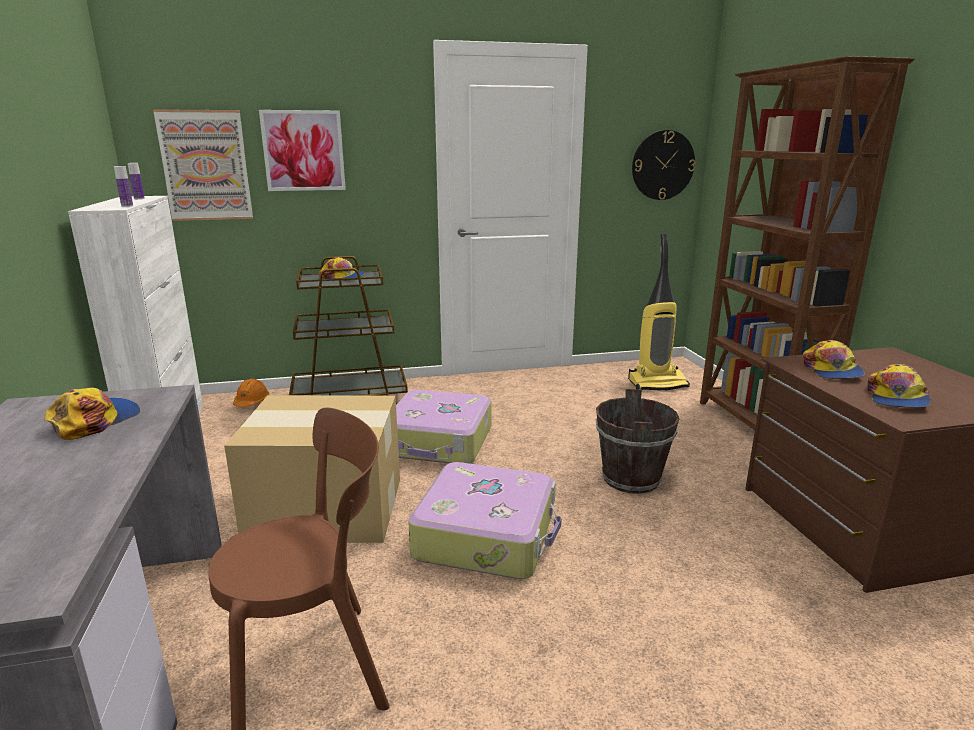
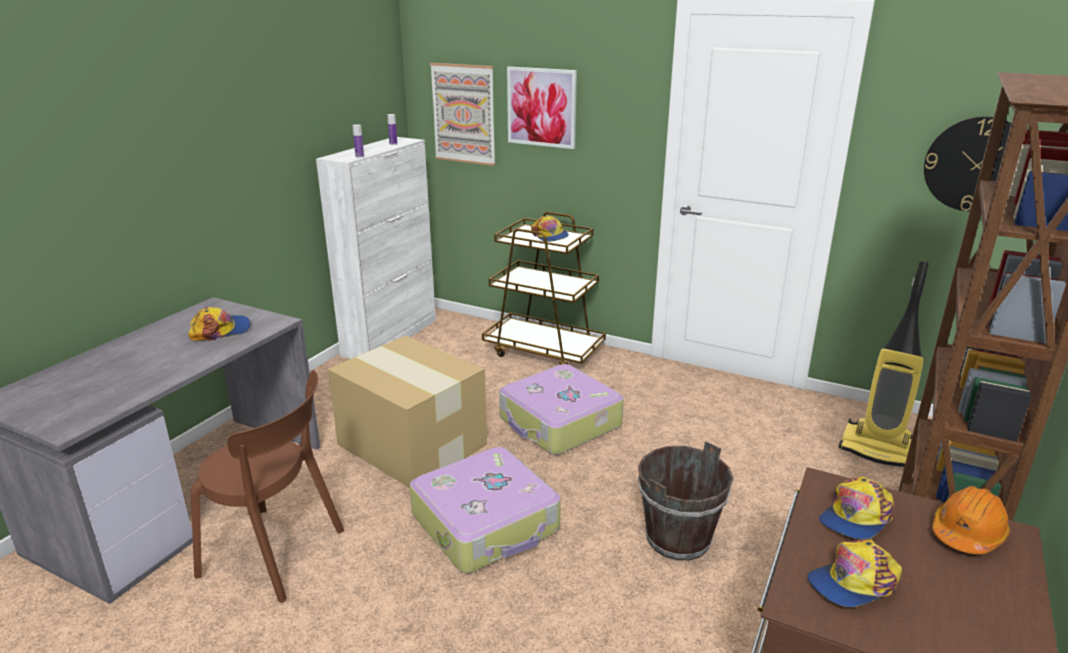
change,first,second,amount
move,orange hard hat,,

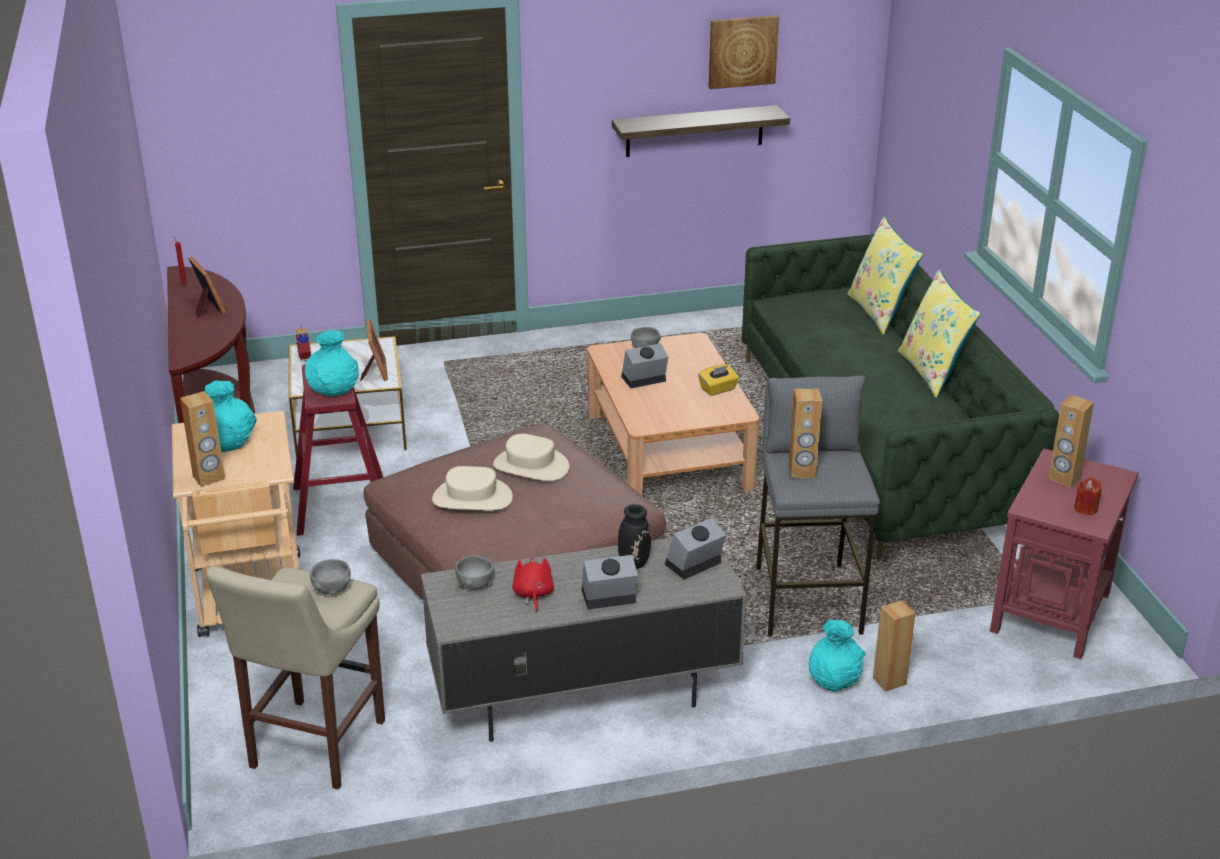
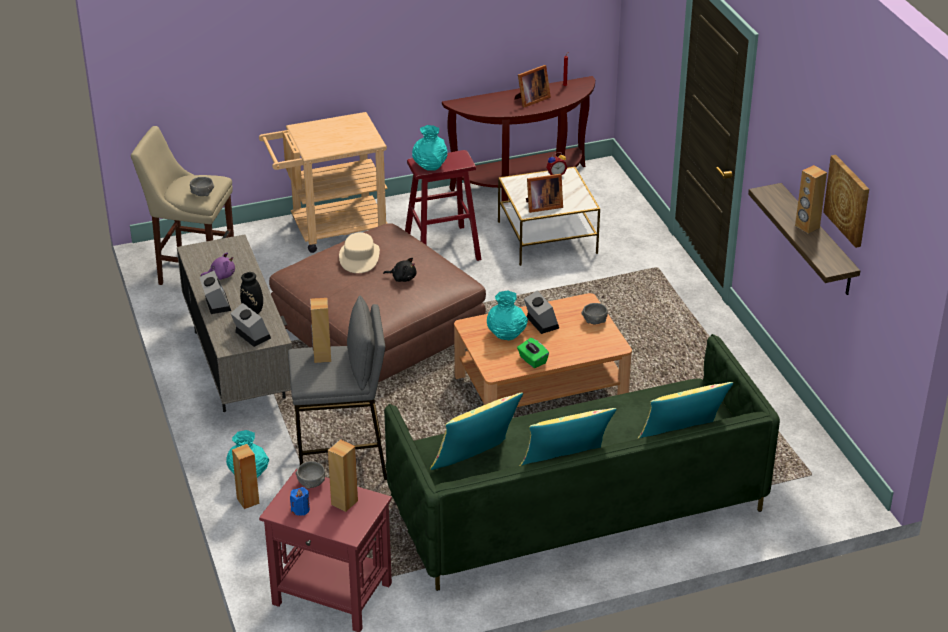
change,first,second,amount
move,brown speaker (1st from left in the first image),brown speaker (4th from left),
move,turquoise vase (1st from left in the first image),turquoise vase (3rd from left),
move,grey bowl (2nd from left),,
replace,beige hat (2nd from left),black plush toy,
recolor,red plush toy,purple plush toy,
recolor,yellow tissue box,green tissue box,
recolor,red candle (2nd from left),blue candle,
insert,,yellow pillow (1st from left),

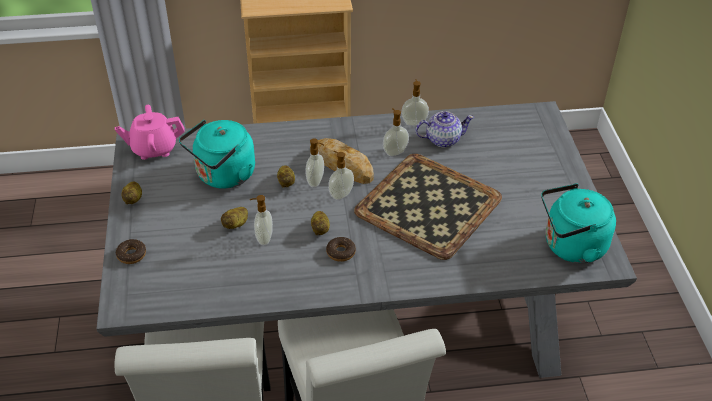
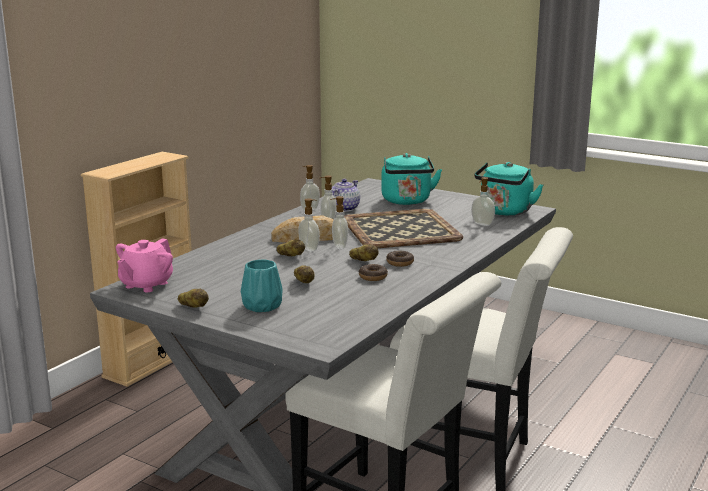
change,first,second,amount
move,donut (1st from left),,
move,turquoise kettle (1st from left),,
move,soap dispenser (1st from left in the first image),soap dispenser (5th from left),
insert,,turquoise vase,

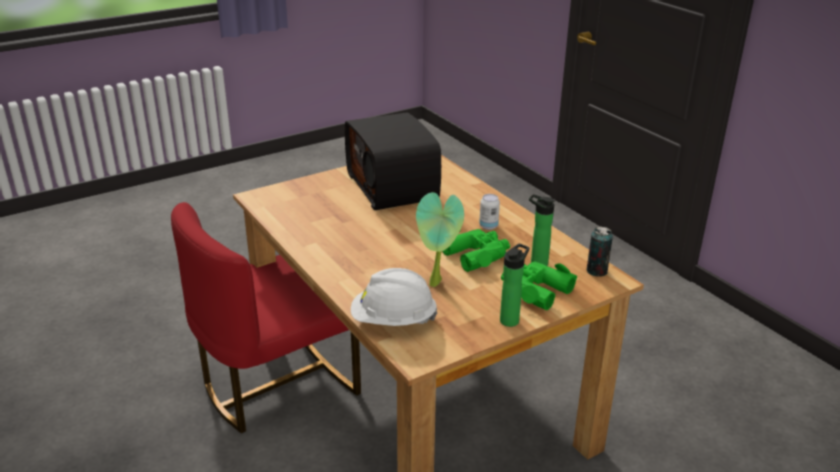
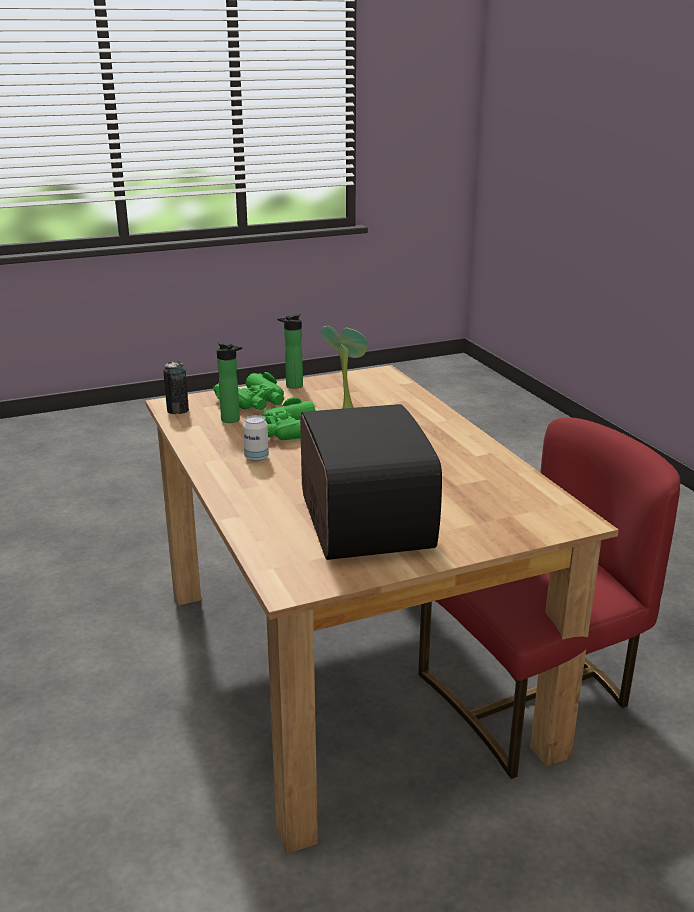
change,first,second,amount
delete,white hard hat,,

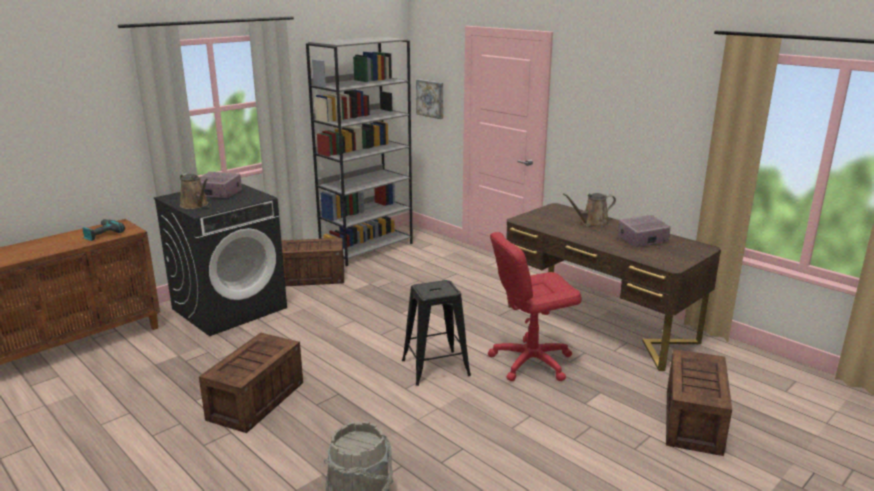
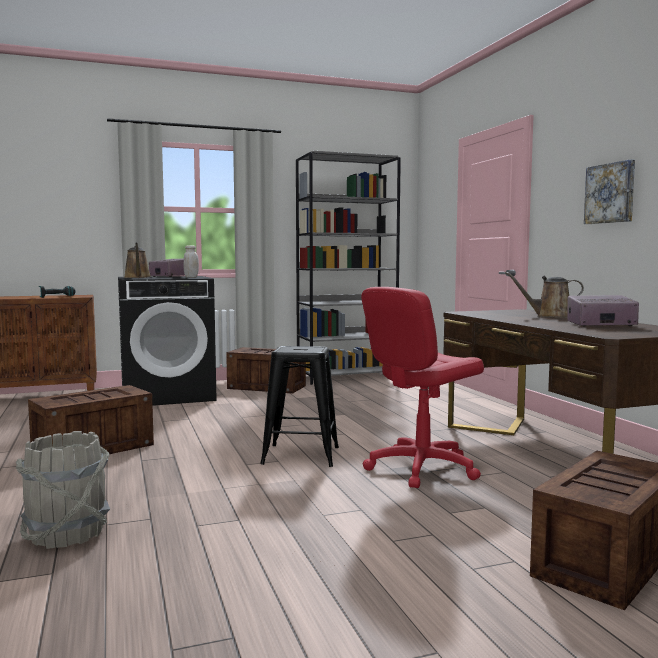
change,first,second,amount
move,picture,,
rotate,red office chair,,45 degrees counterclockwise
insert,,white jar,

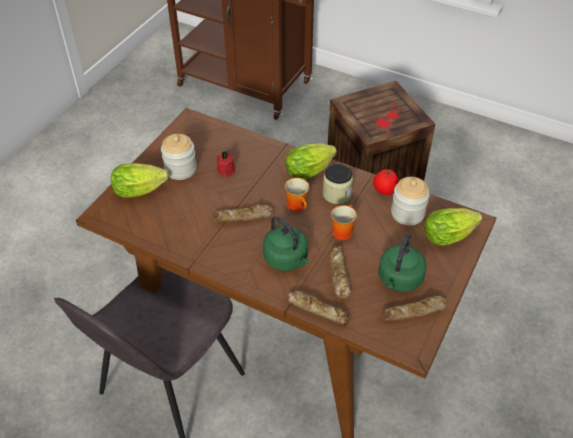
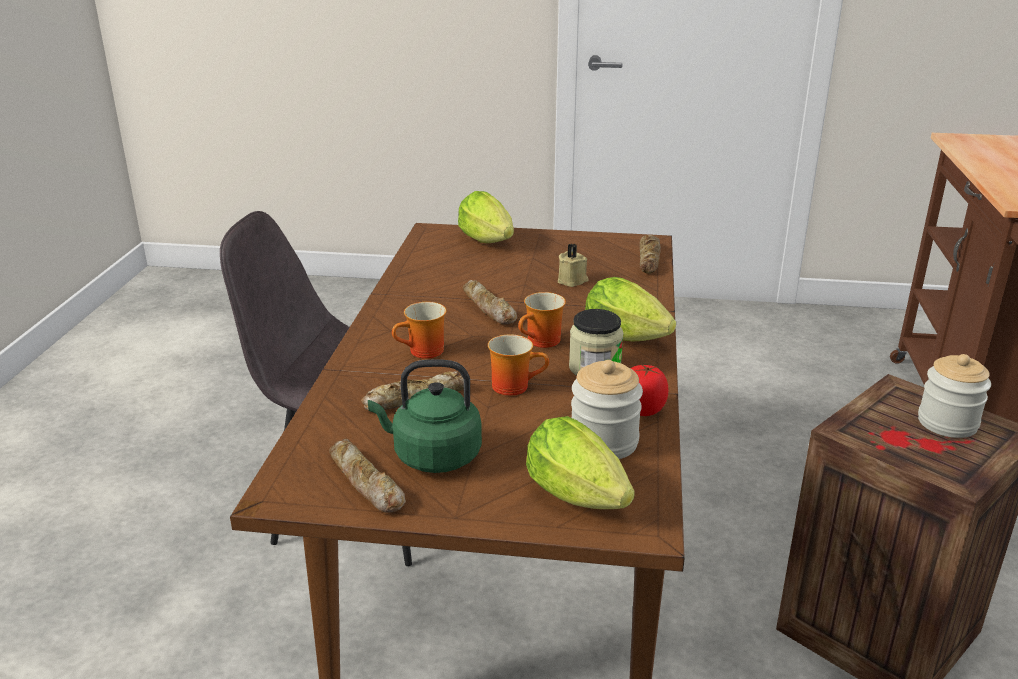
change,first,second,amount
move,jar (1st from left in the first image),jar (3rd from left),
recolor,red candle,beige candle,
replace,green kettle (1st from left),mug (1st from left),
move,bread (2nd from left in the first image),bread (4th from left),

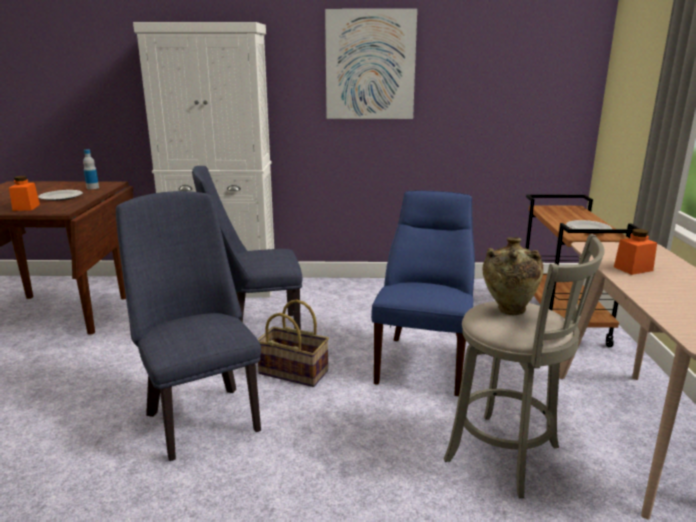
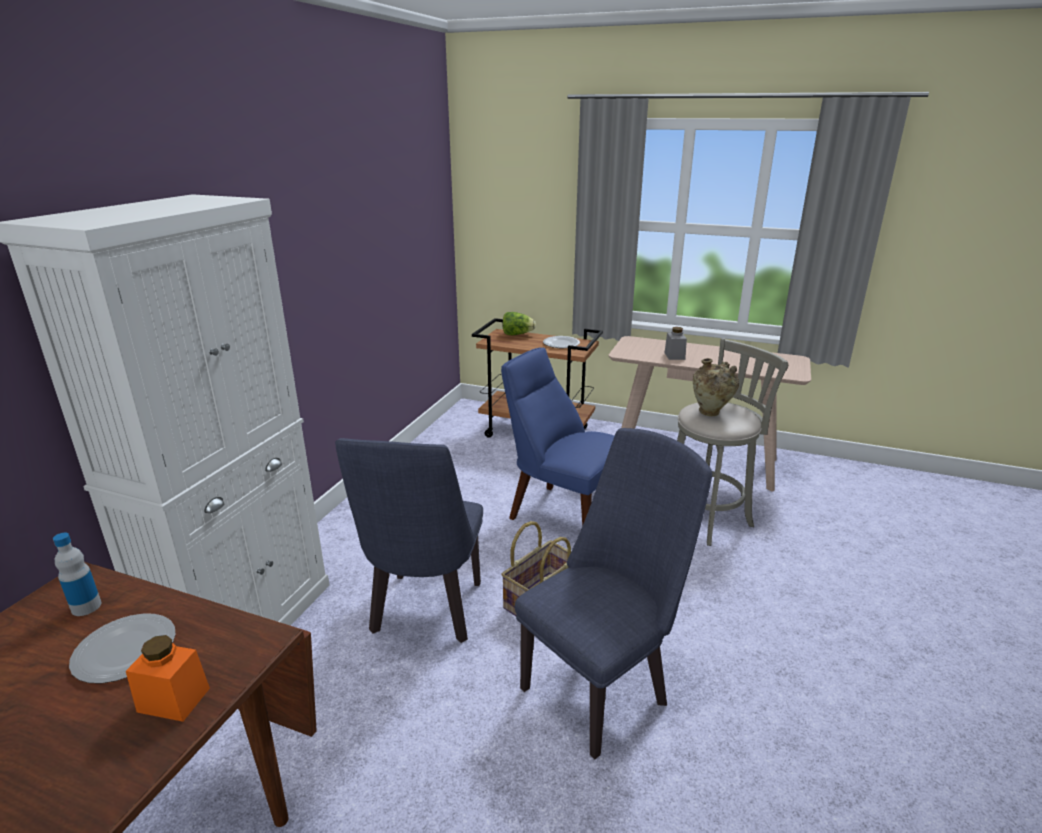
change,first,second,amount
rotate,blue chair (1st from left in the first image),blue chair (3rd from left),150 degrees clockwise
delete,picture,,
recolor,orange jar (2nd from left),grey jar,
insert,,lettuce,

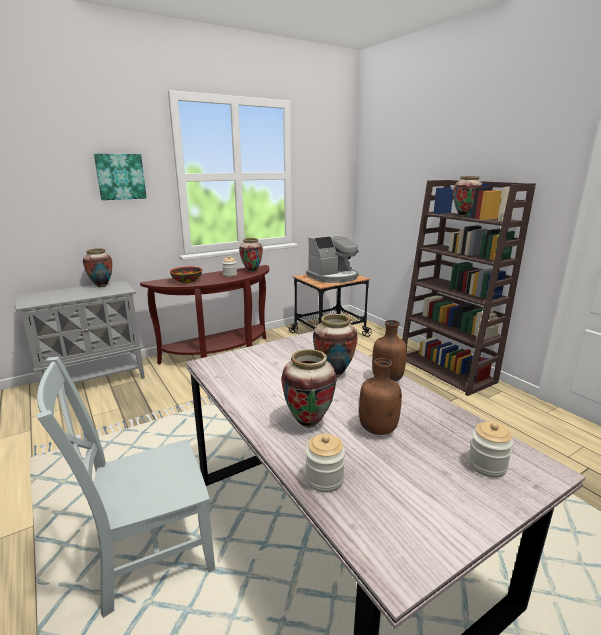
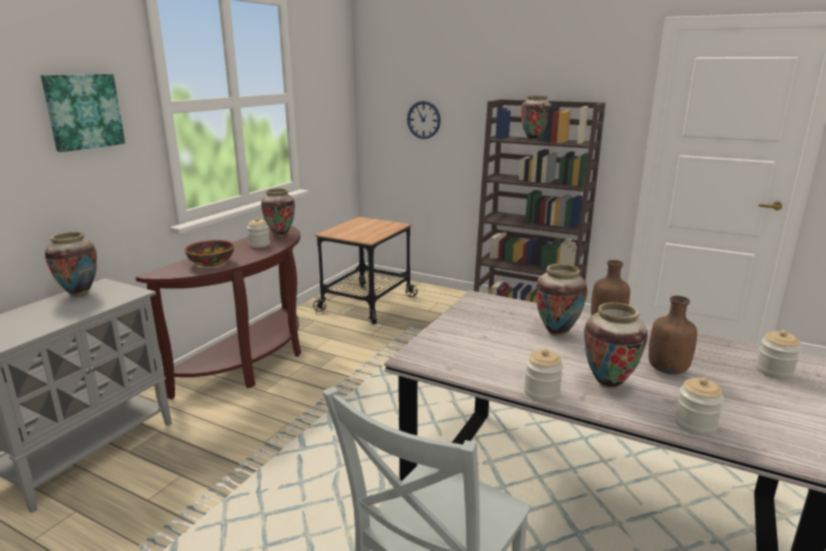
change,first,second,amount
delete,coffee machine,,
insert,,wall clock,
insert,,jar (2nd from left),

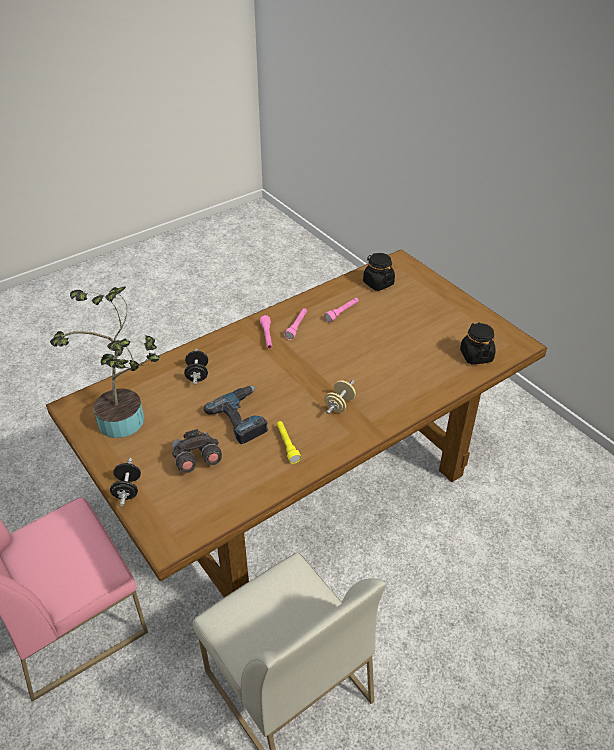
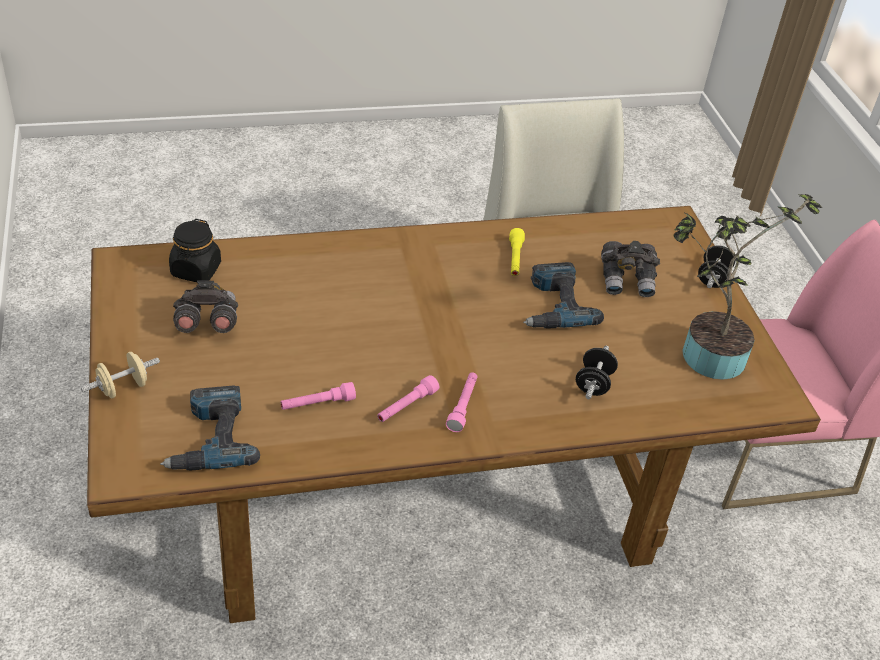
change,first,second,amount
move,beige dumbbell,,
replace,black jar (1st from left),power drill (1st from left),
insert,,grey binoculars (1st from left),

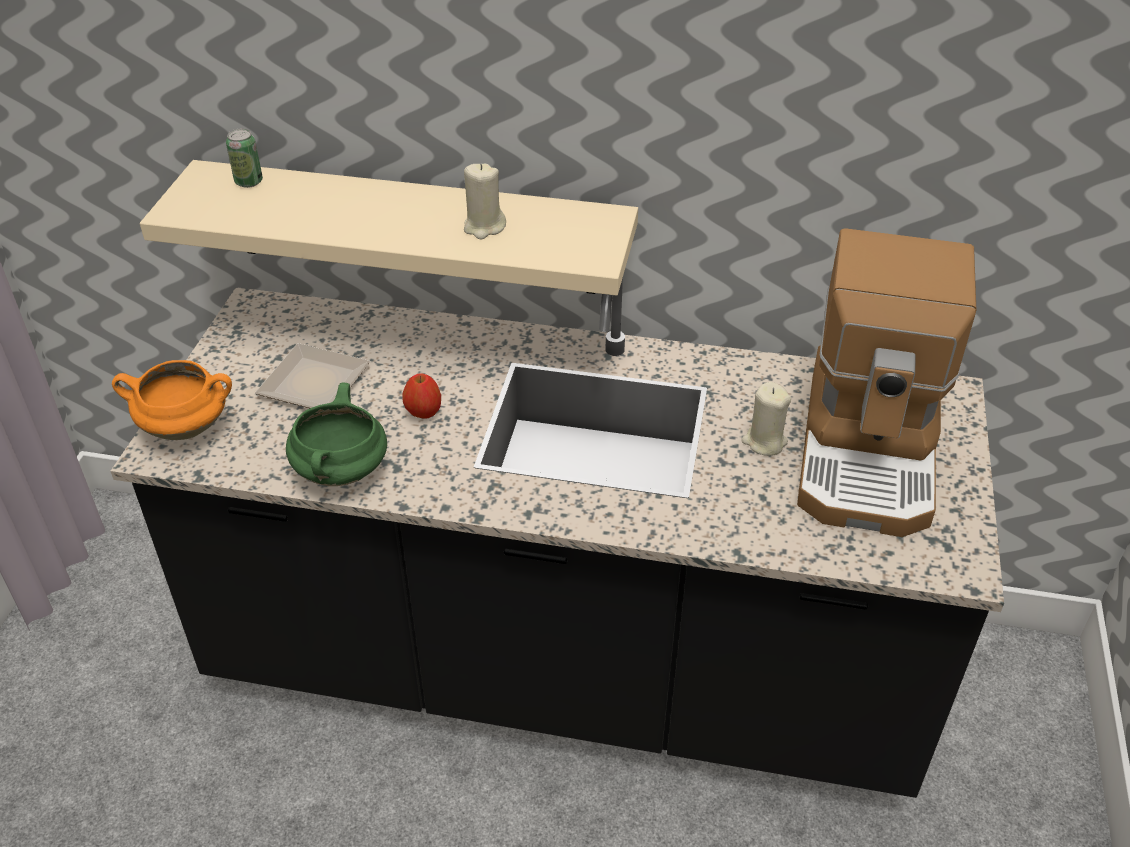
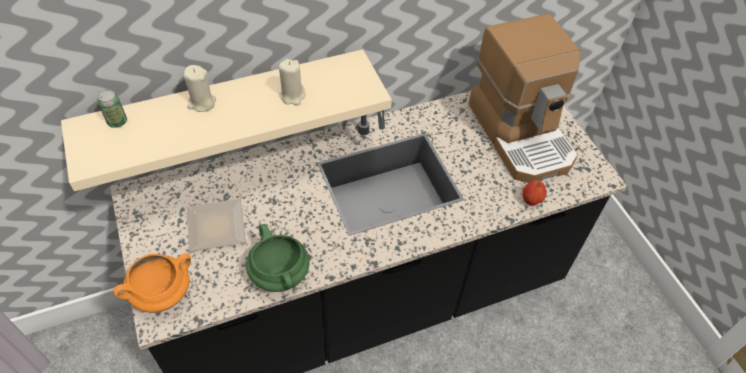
change,first,second,amount
move,apple,,
move,beige candle (2nd from left in the first image),beige candle (1st from left),

